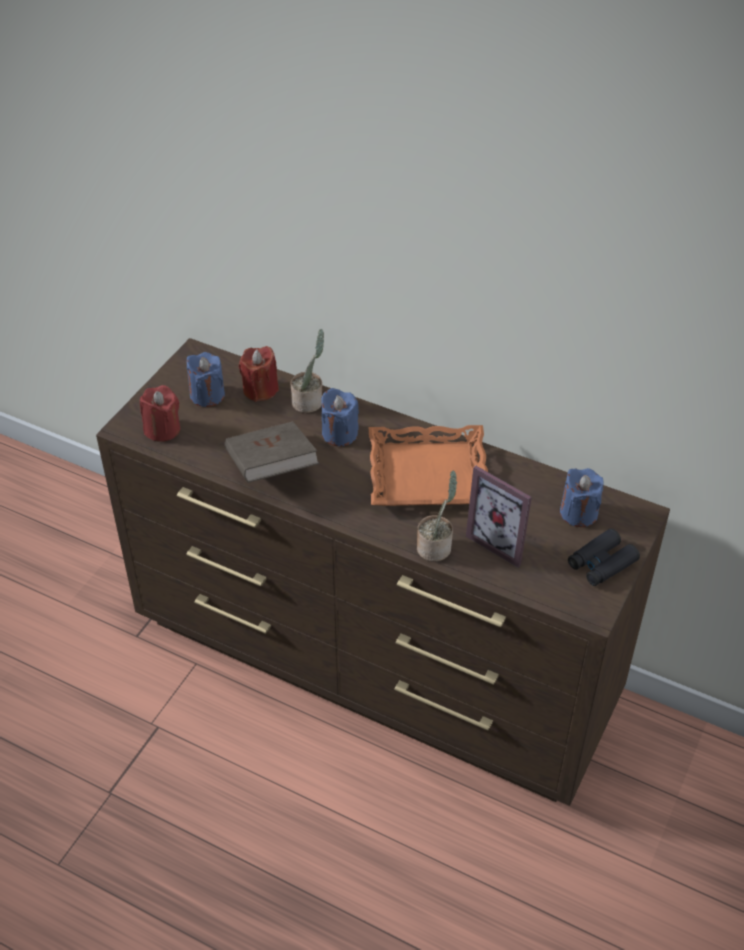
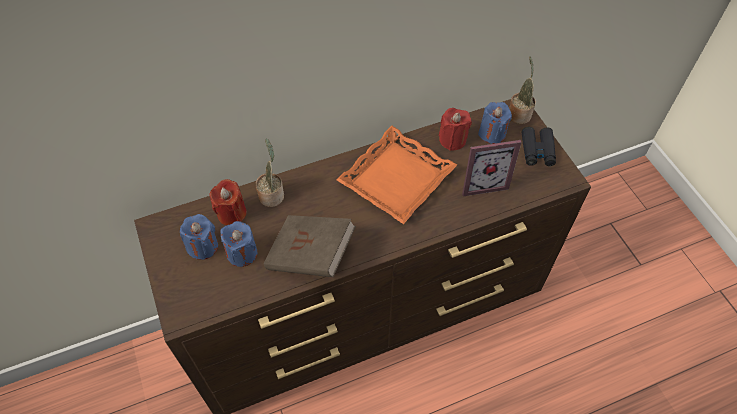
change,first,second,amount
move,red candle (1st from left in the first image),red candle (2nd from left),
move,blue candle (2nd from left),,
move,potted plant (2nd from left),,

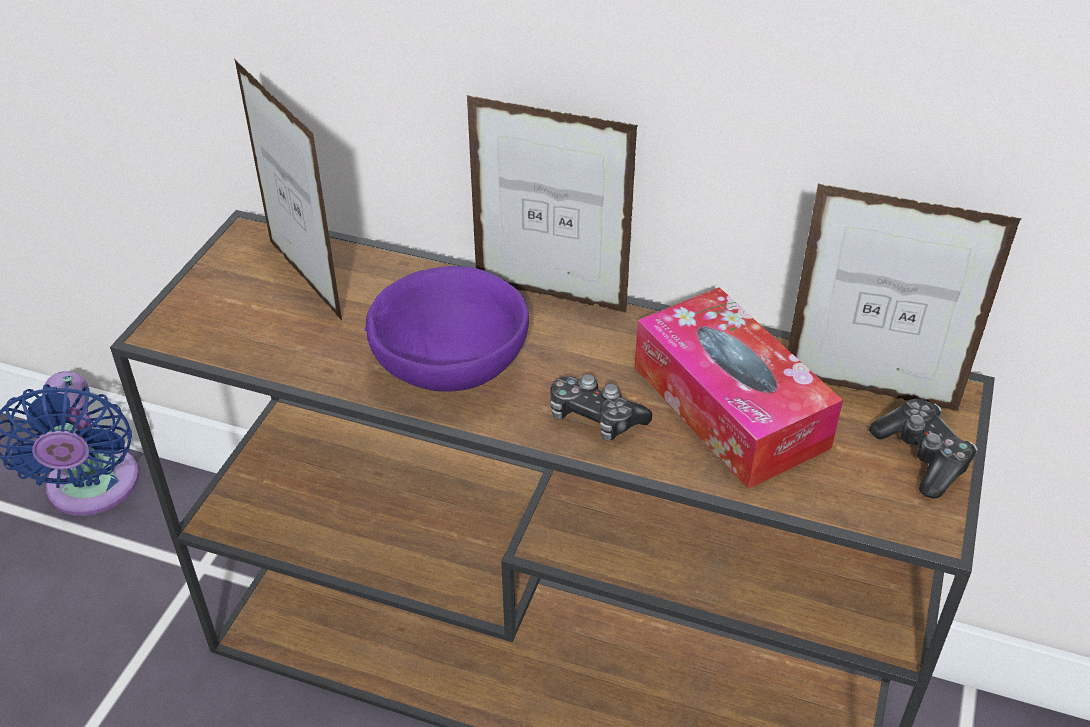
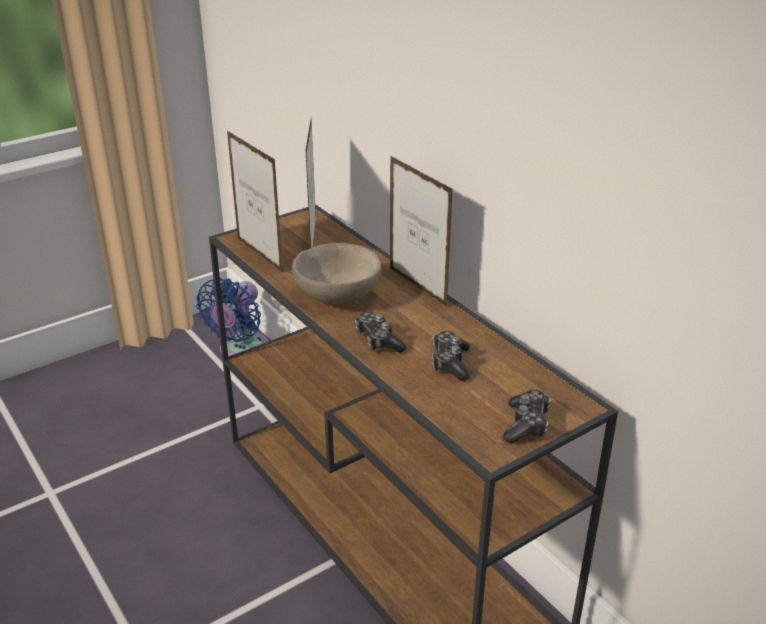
change,first,second,amount
recolor,purple bowl,beige bowl,
replace,tissue box,game controller (2nd from left),
move,picture frame (3rd from left in the first image),picture frame (1st from left),

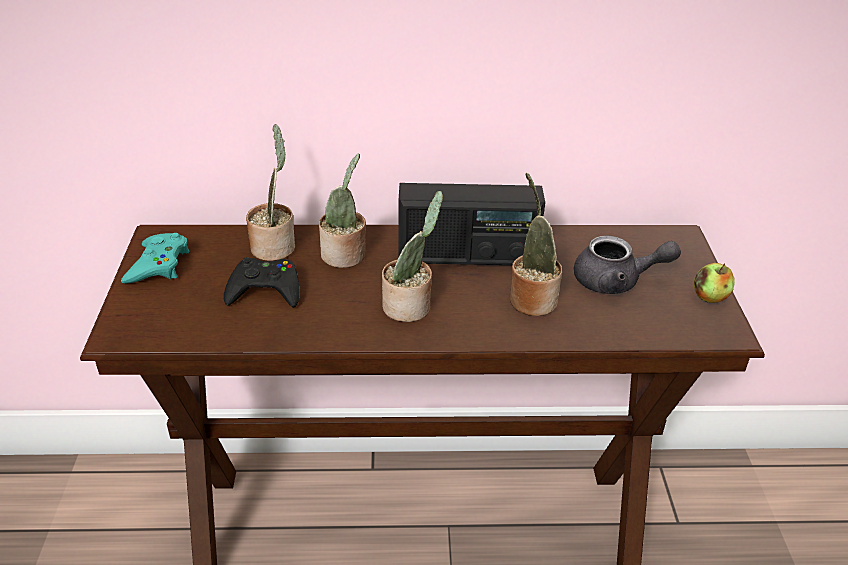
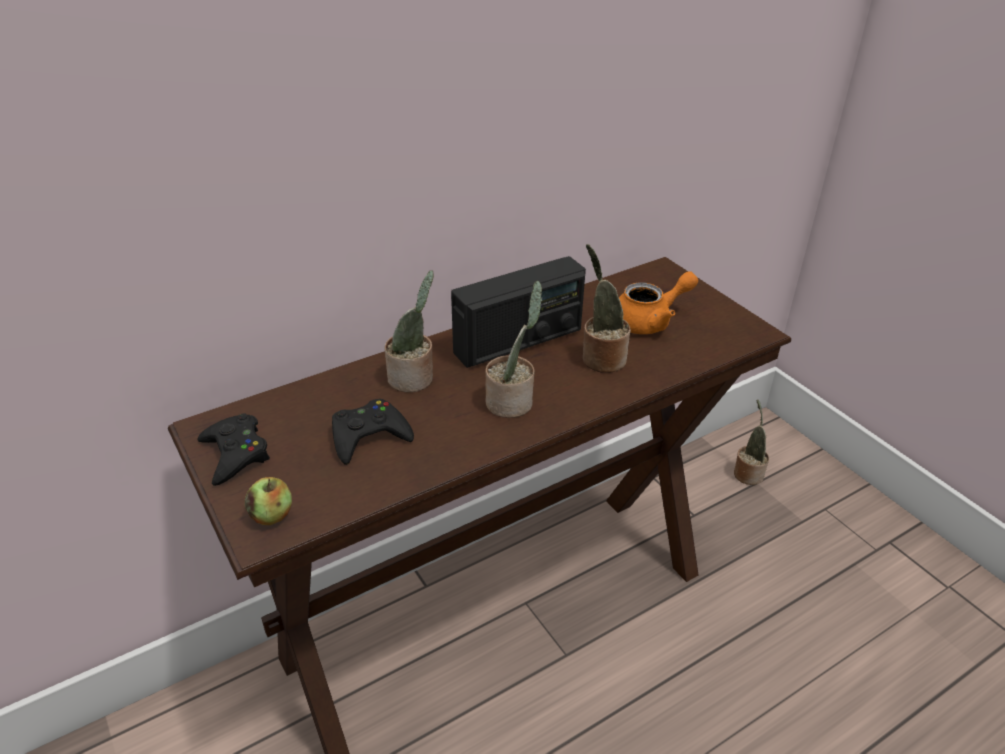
change,first,second,amount
recolor,turquoise game controller,black game controller (1st from left),
move,potted plant (1st from left in the first image),potted plant (4th from left),
recolor,grey teapot,orange teapot,
move,apple,,

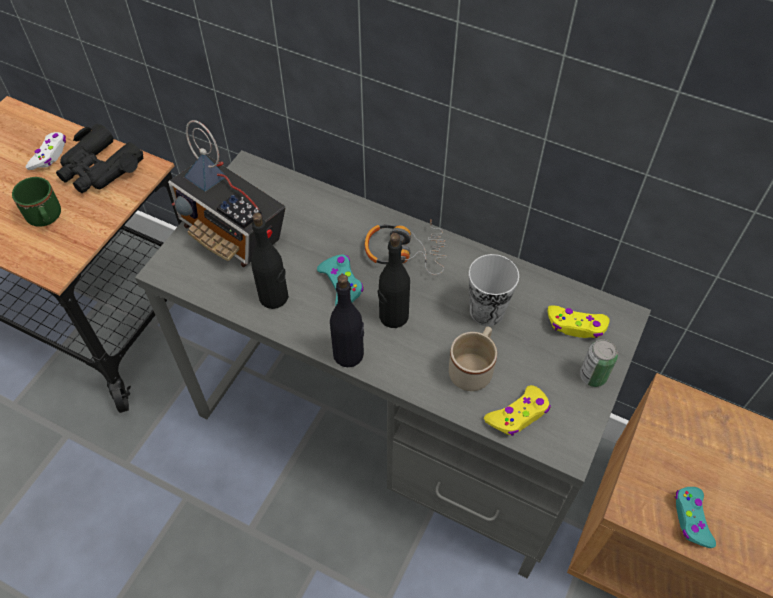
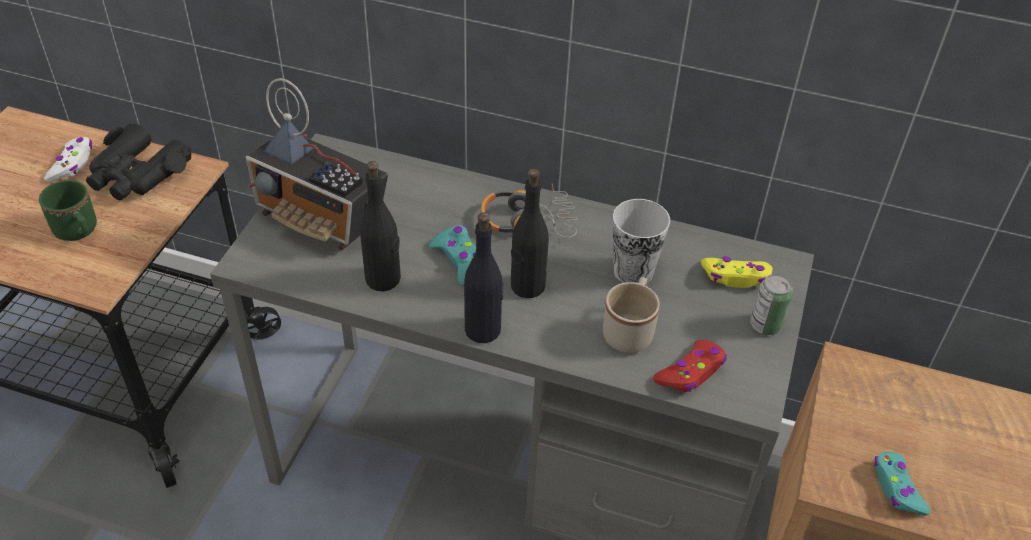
change,first,second,amount
recolor,yellow game controller (1st from left),red game controller,

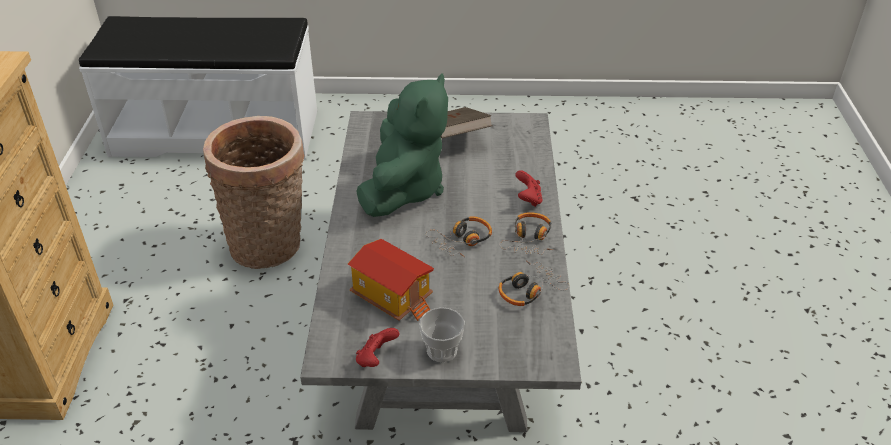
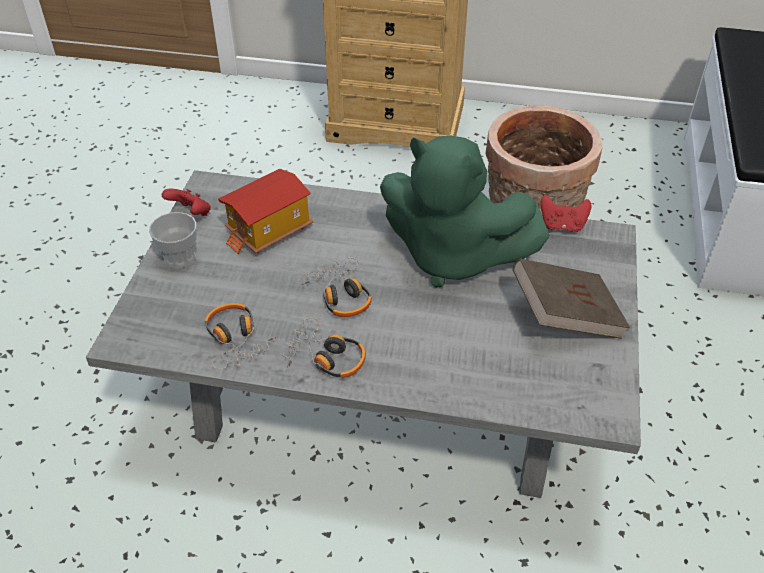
change,first,second,amount
move,red game controller (2nd from left),,

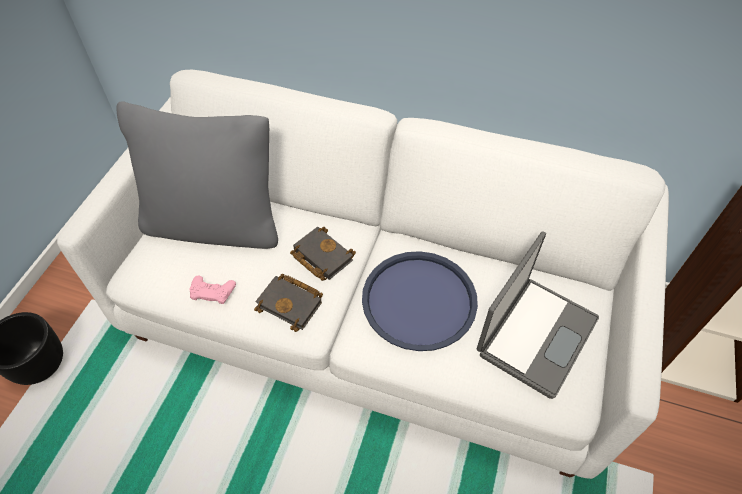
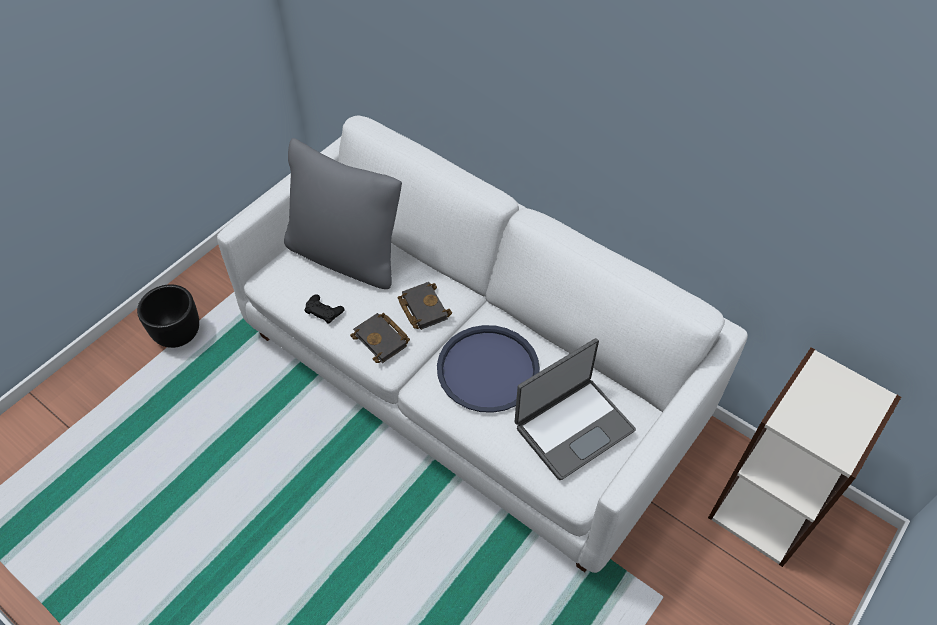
change,first,second,amount
recolor,pink game controller,black game controller,

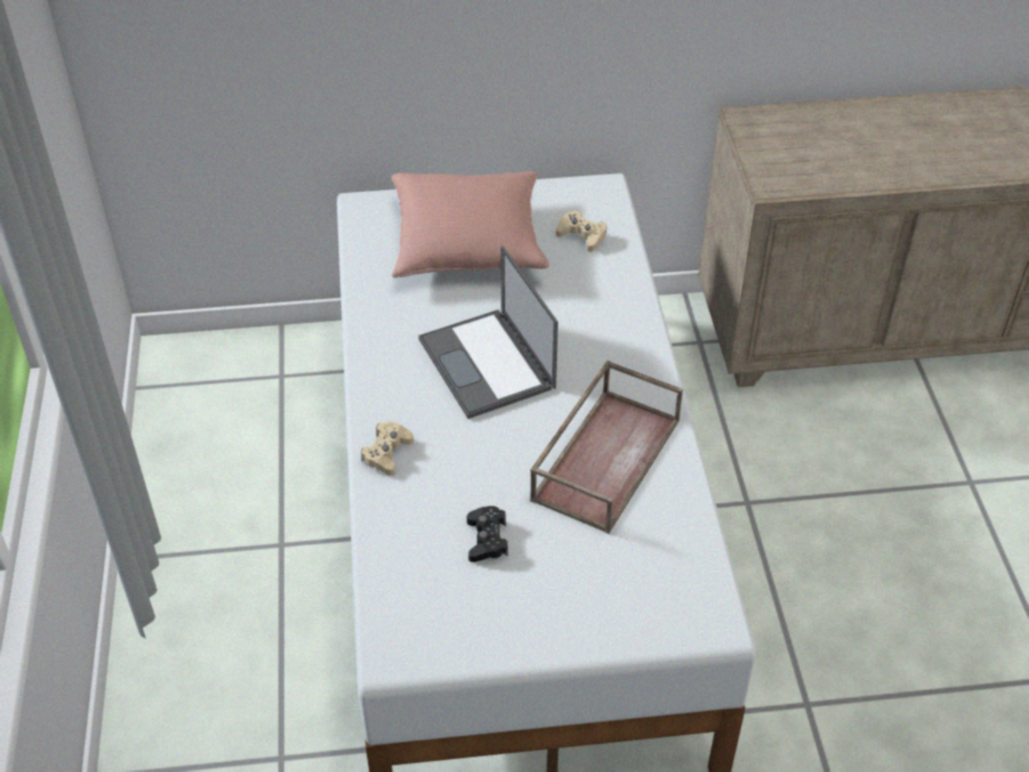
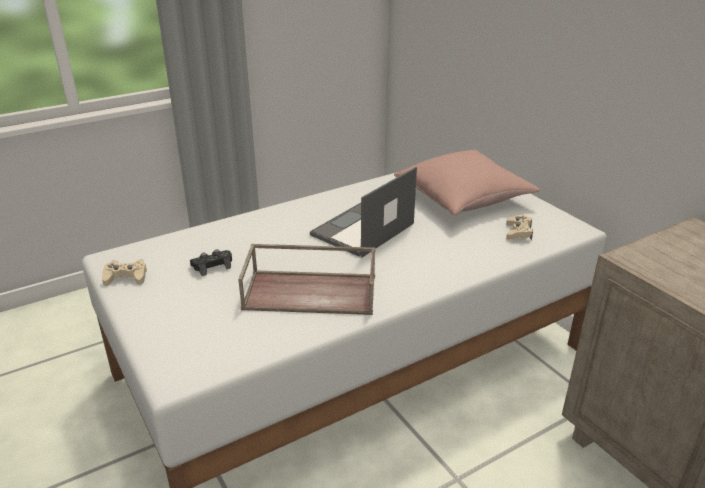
change,first,second,amount
move,beige game controller (1st from left),,

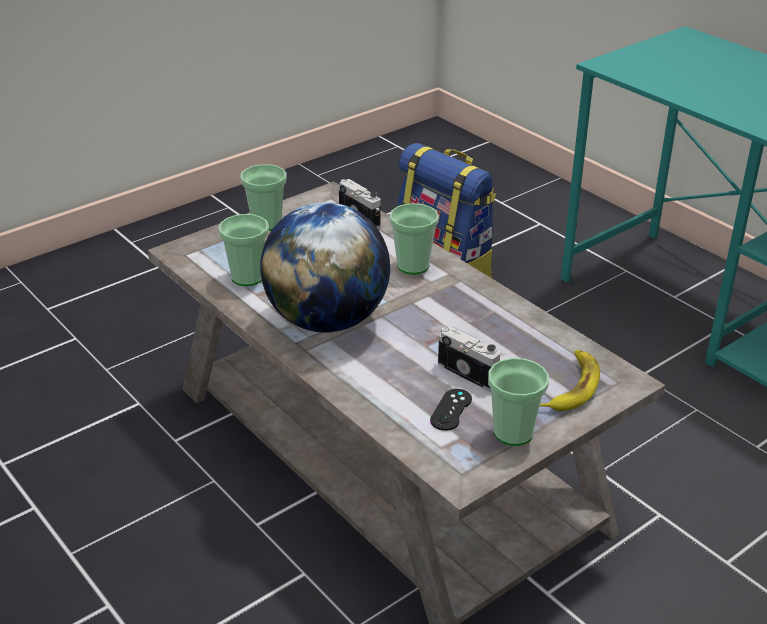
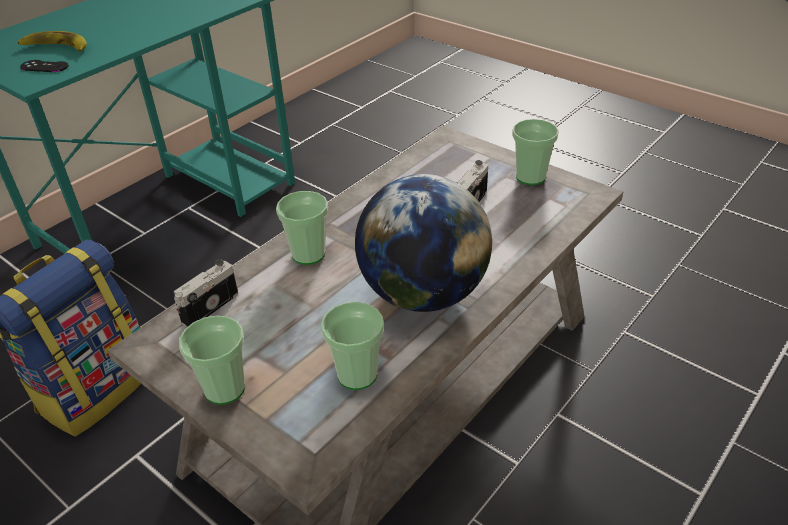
change,first,second,amount
move,black game controller,,
move,banana,,

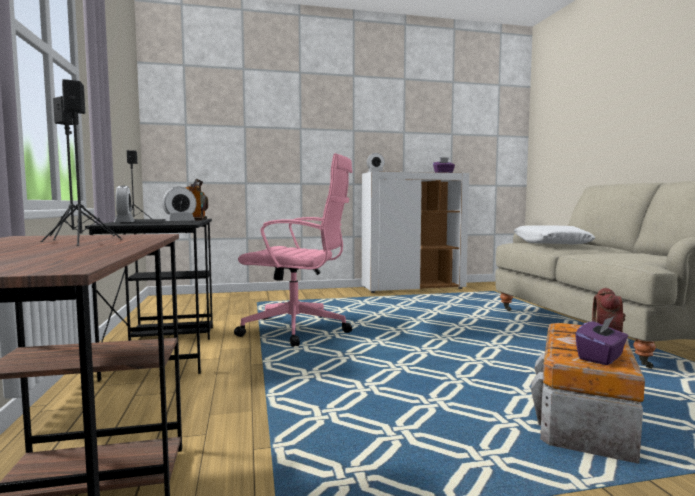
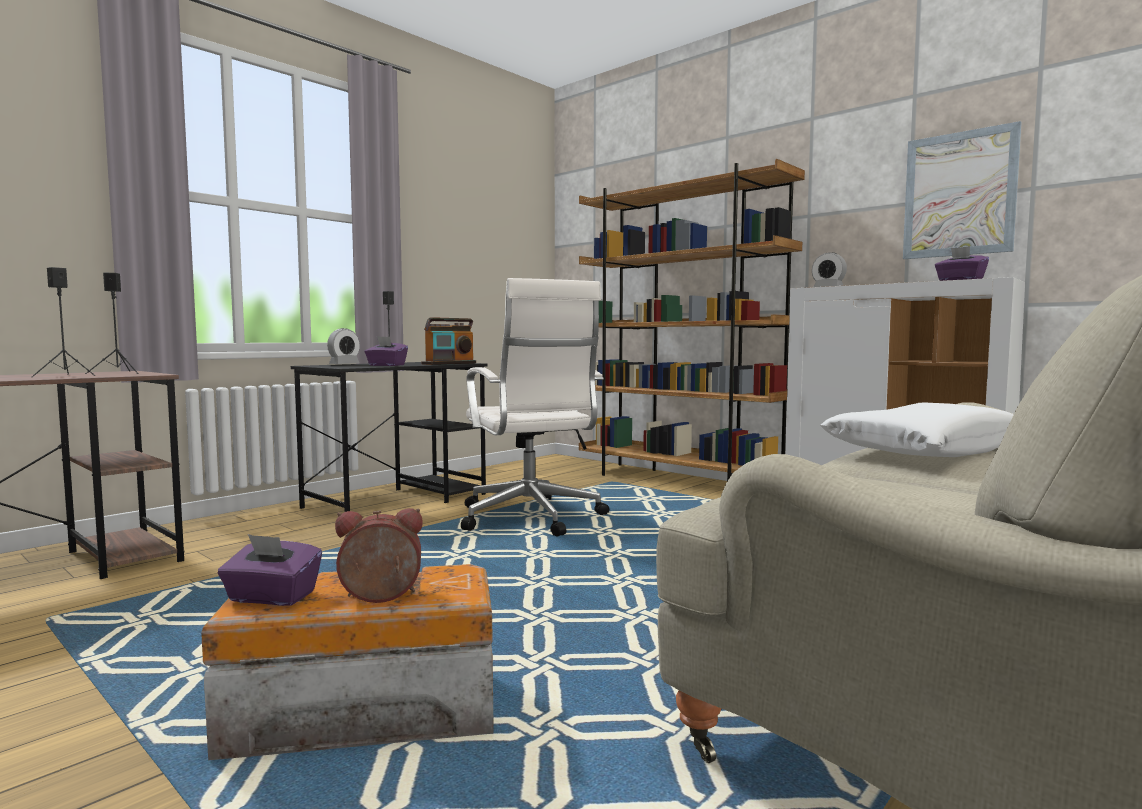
change,first,second,amount
replace,alarm clock (2nd from left),purple tissue box (2nd from left),
recolor,pink office chair,white office chair,
insert,,brown bookcase,
insert,,picture,

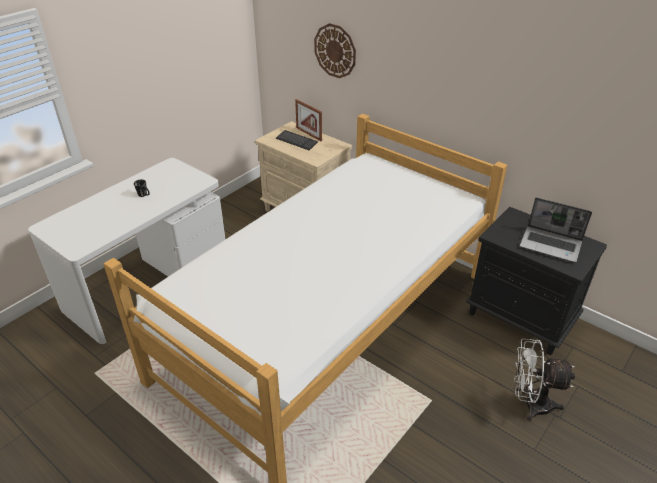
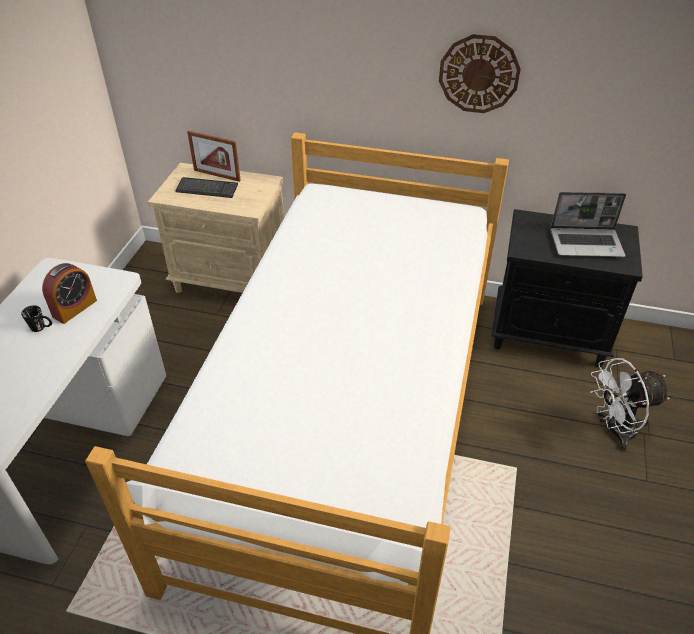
change,first,second,amount
move,wall clock,,
insert,,alarm clock,

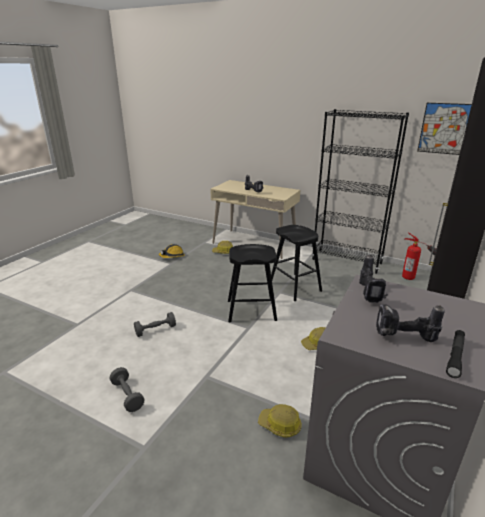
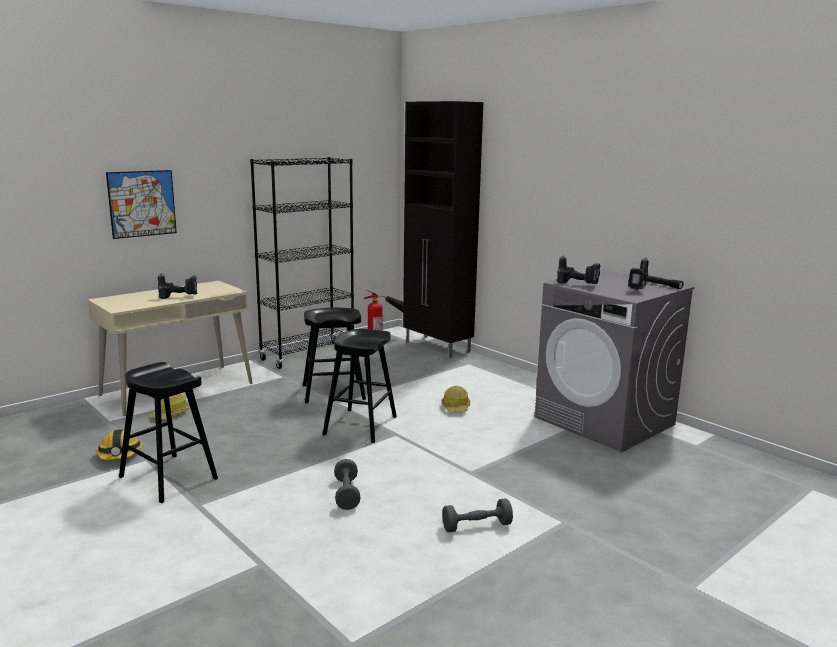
change,first,second,amount
delete,hard hat (3rd from left),,
move,picture,,
insert,,black stool (1st from left),

